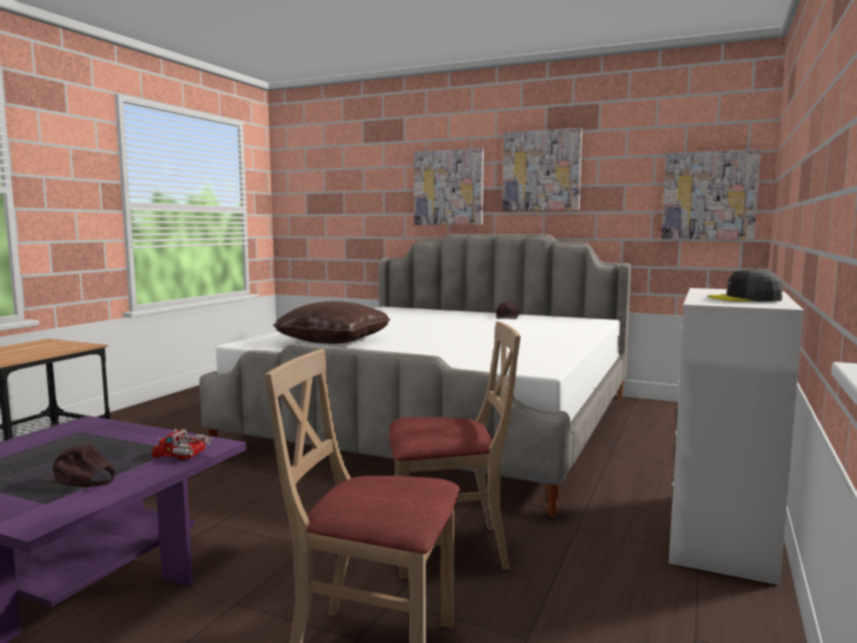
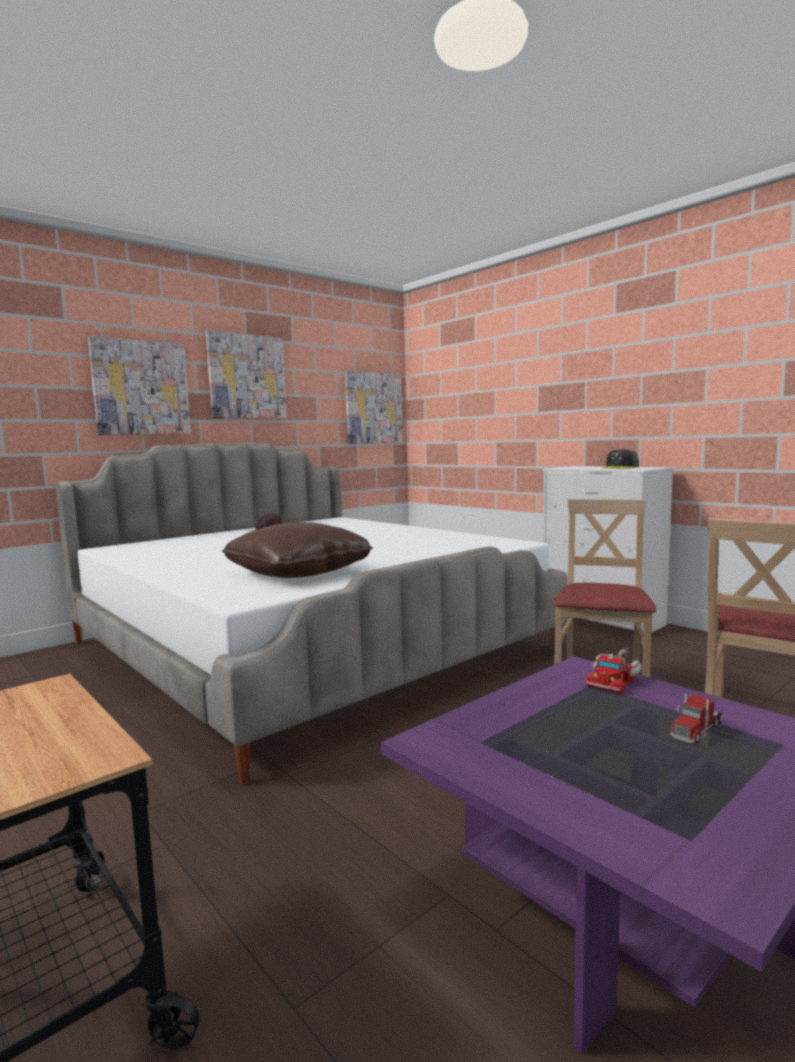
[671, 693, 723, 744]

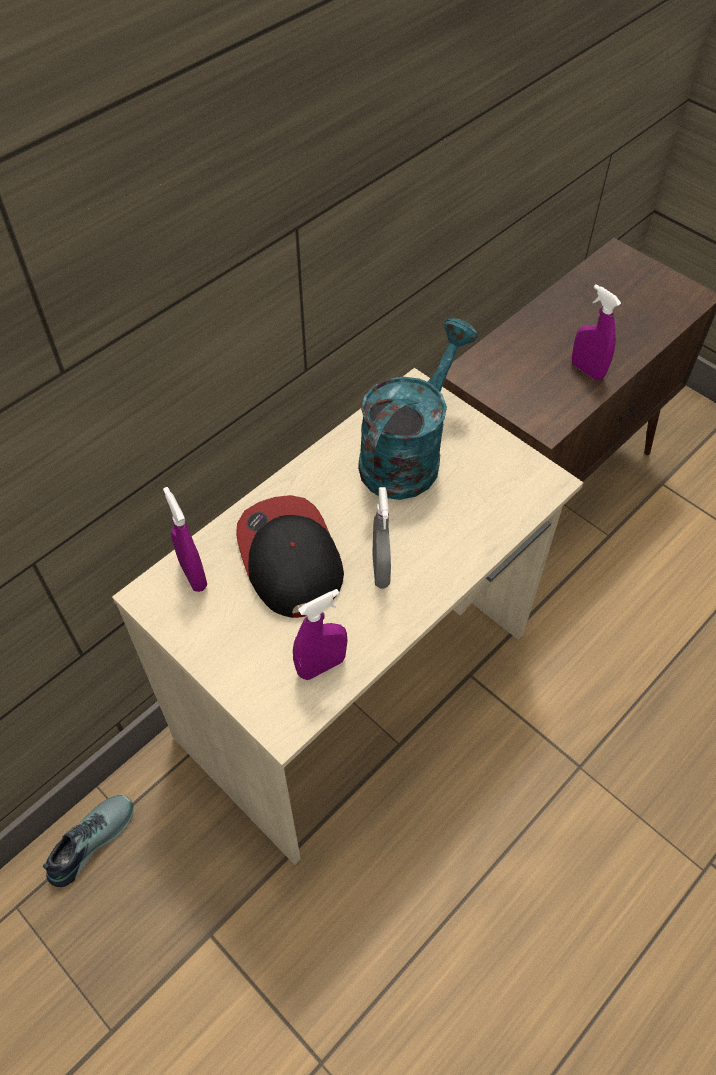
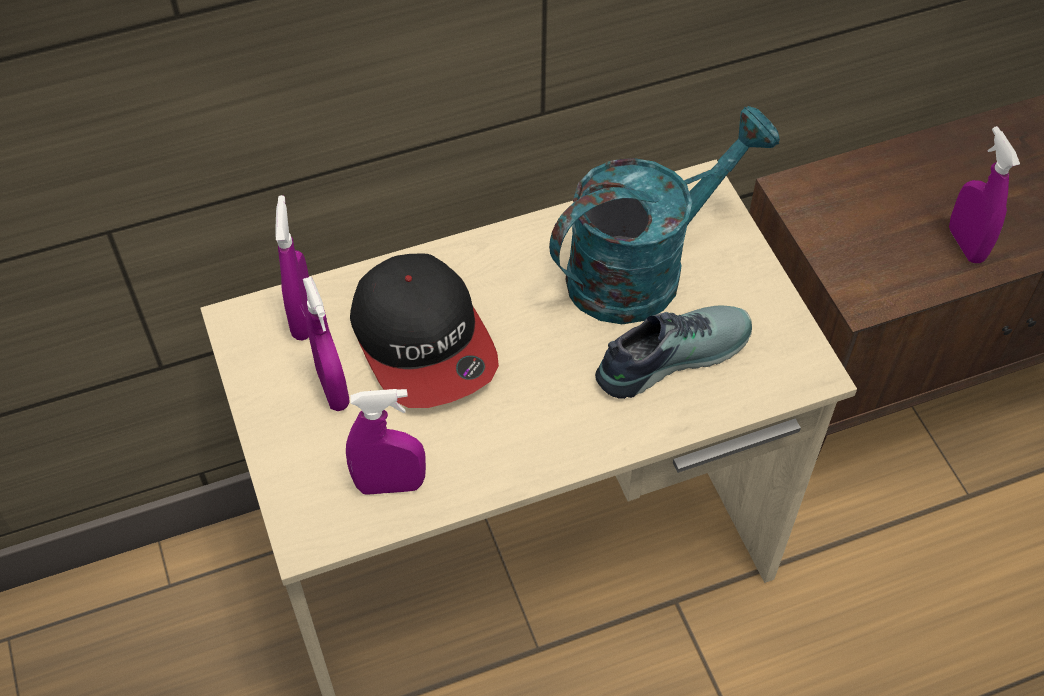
[372, 487, 391, 589] (first image)
[350, 253, 499, 408]
[595, 306, 752, 399]
[303, 276, 350, 411]

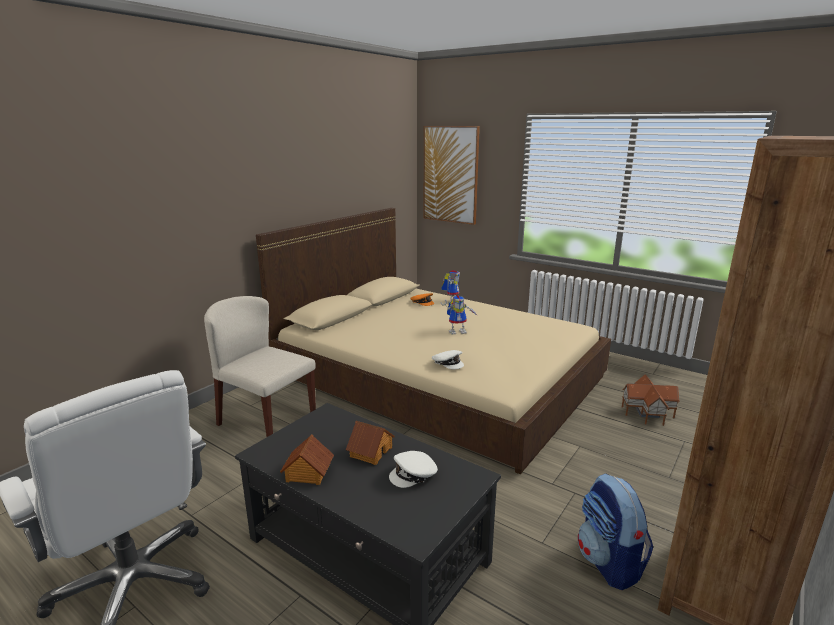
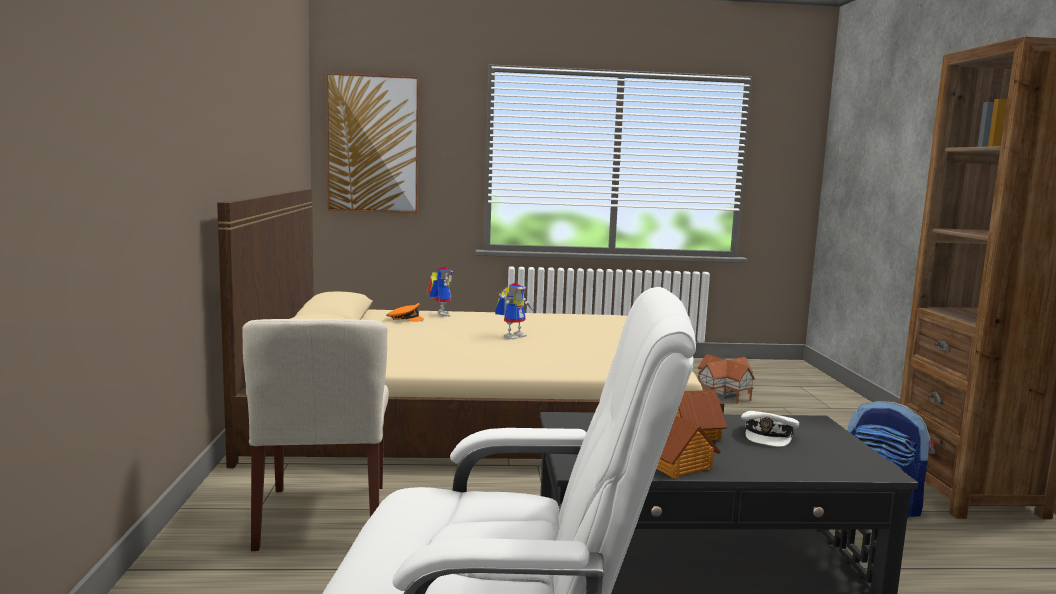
[242, 319, 389, 551]
[432, 350, 464, 369] (first image)

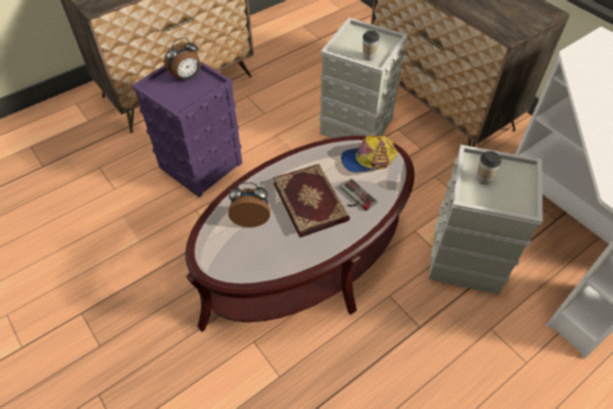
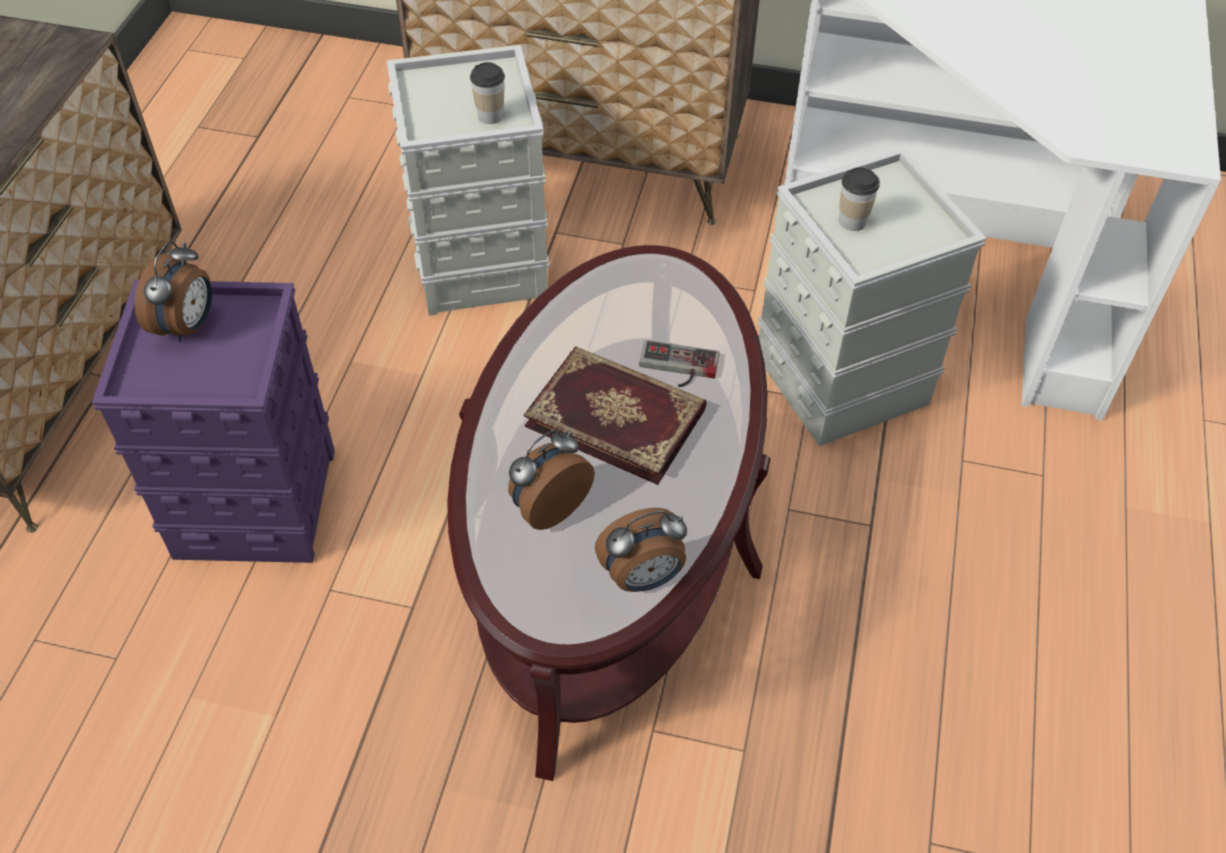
[341, 135, 398, 173] (first image)
[595, 508, 687, 592]

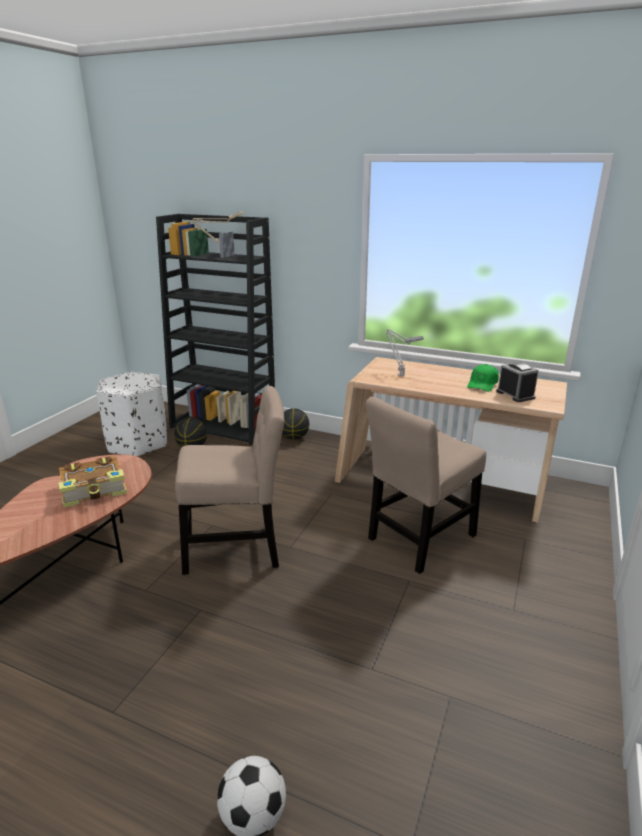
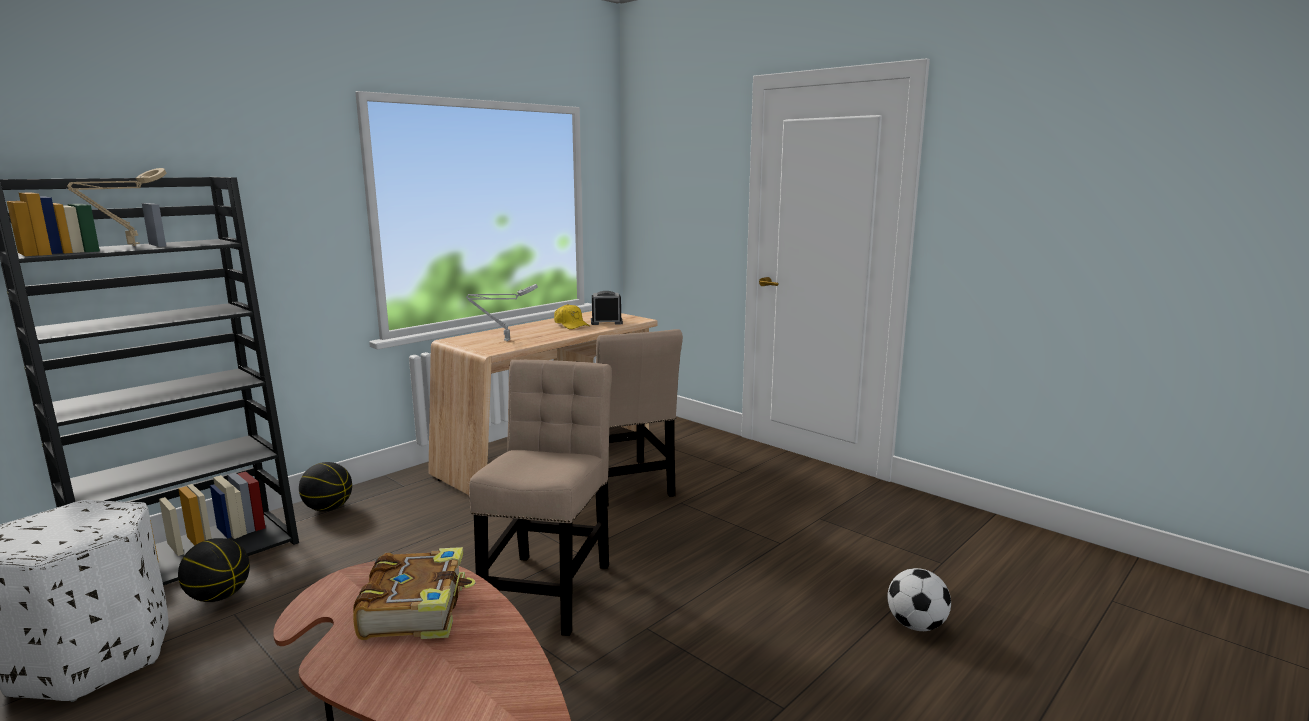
[554, 304, 590, 329]

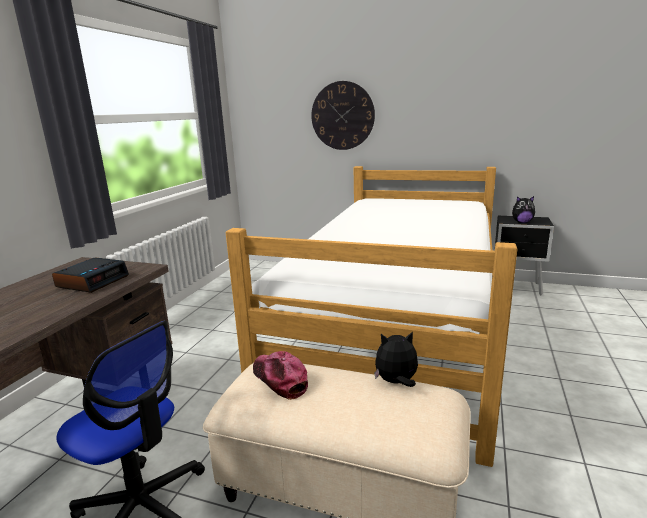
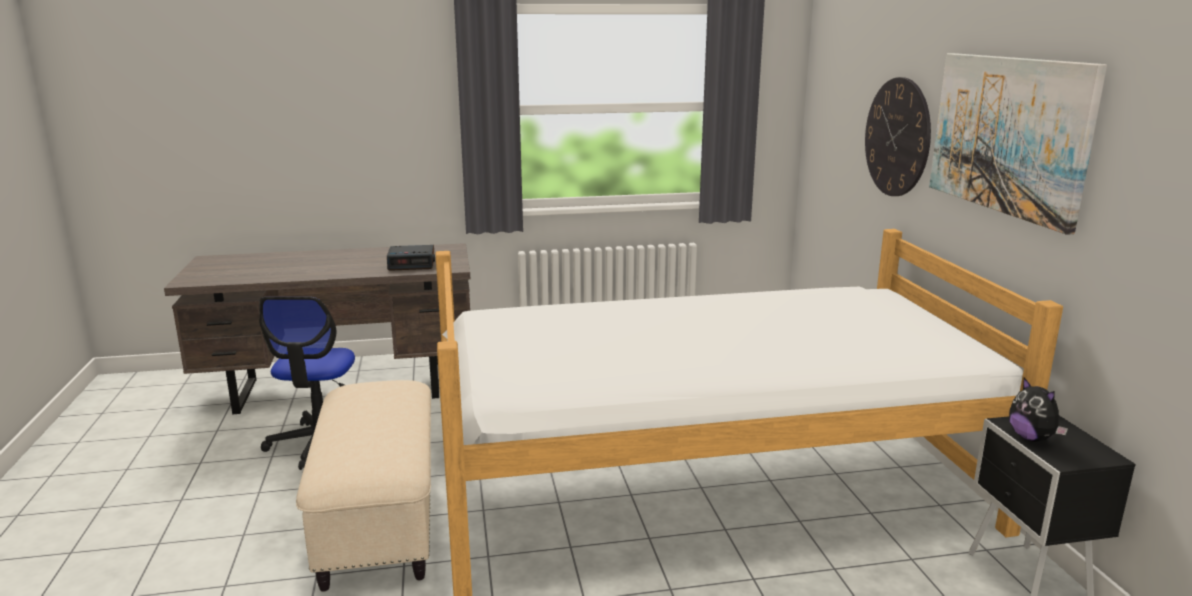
[374, 331, 418, 387] (first image)
[253, 351, 308, 400] (first image)
[929, 53, 1107, 235]

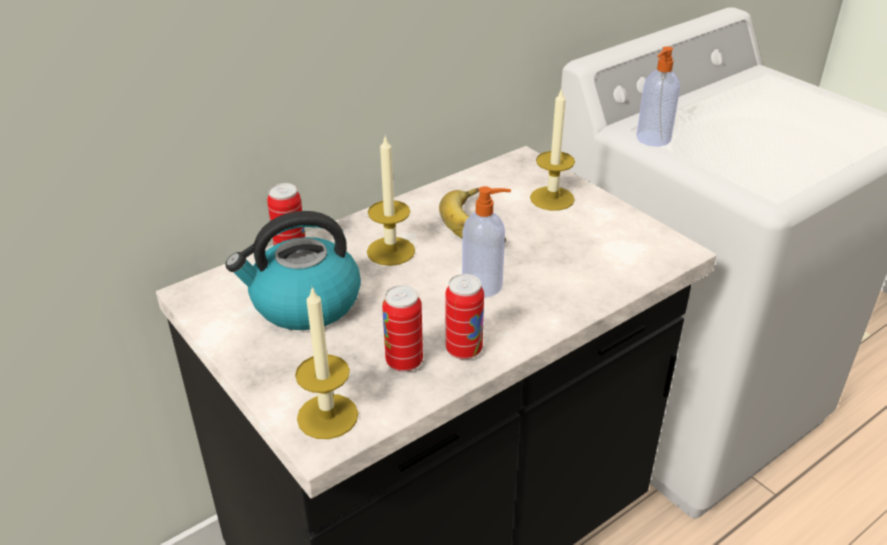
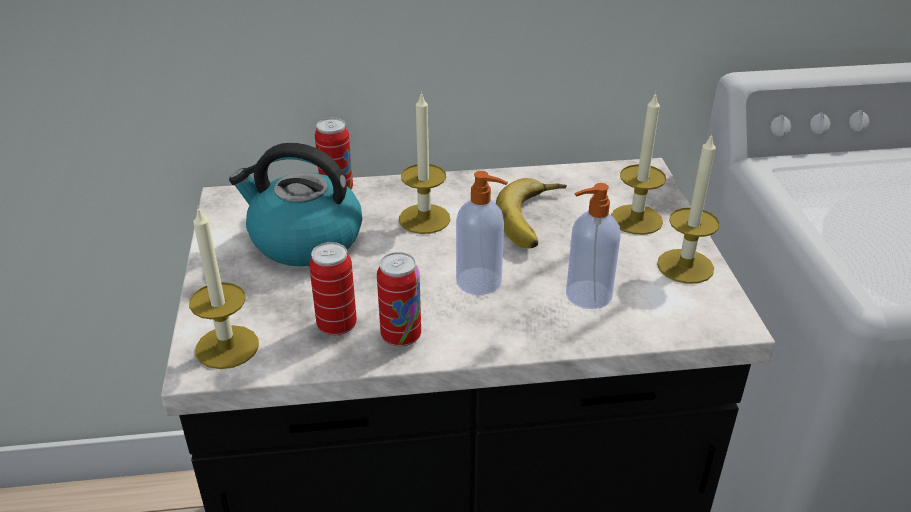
[566, 183, 620, 309]
[657, 133, 720, 284]

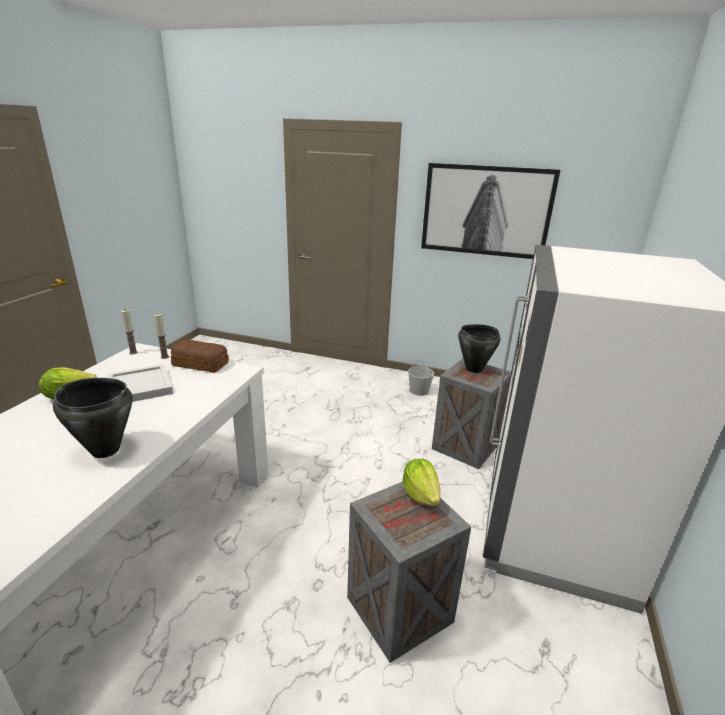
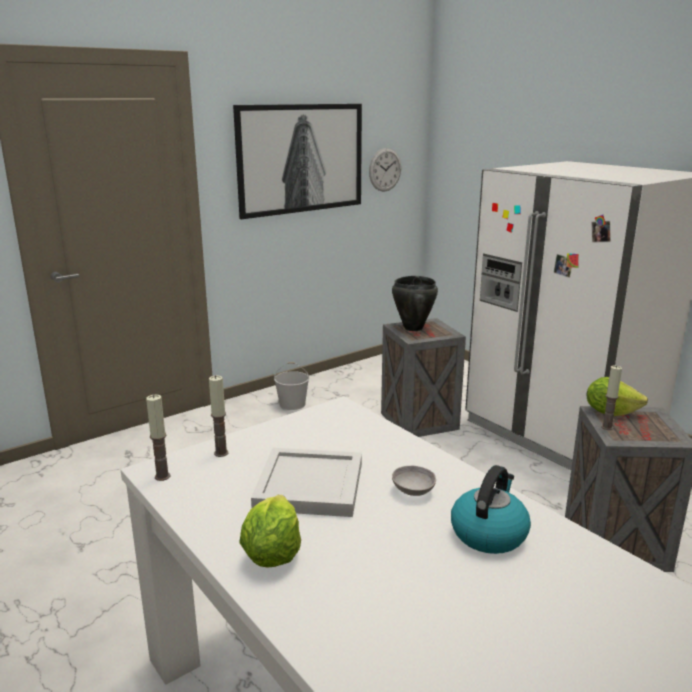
[171, 340, 229, 373] (first image)
[451, 465, 531, 554]
[369, 148, 401, 191]
[601, 365, 622, 430]
[392, 466, 436, 496]

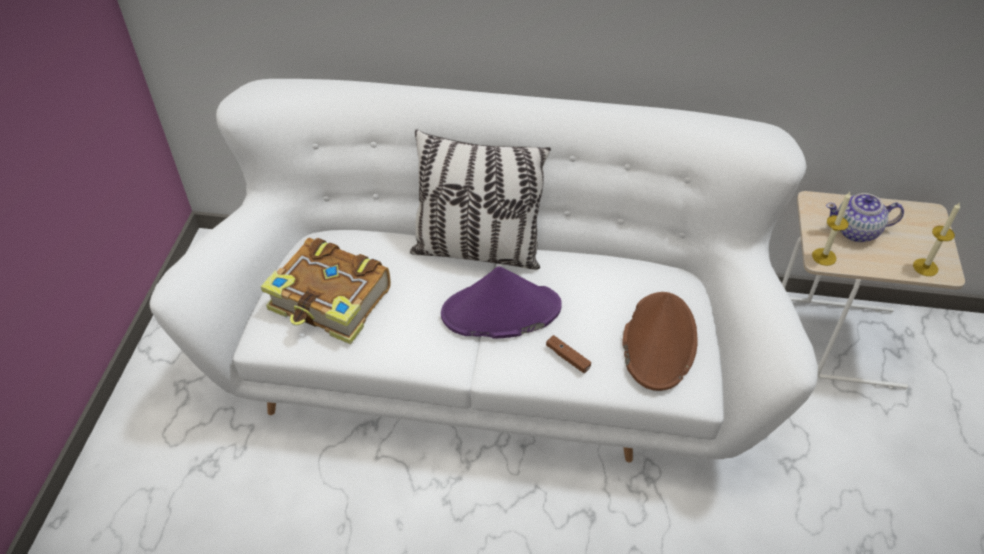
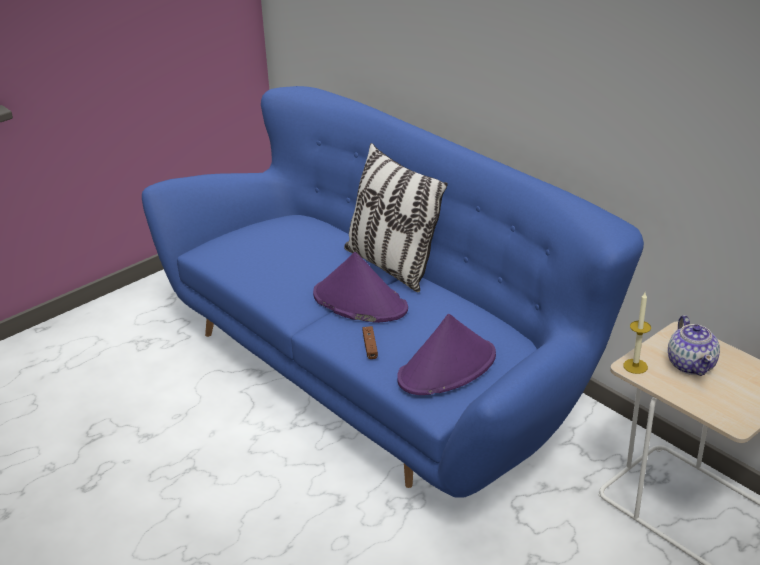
[142, 86, 644, 497]
[668, 315, 720, 376]
[913, 202, 960, 276] (first image)
[261, 238, 391, 344] (first image)
[397, 314, 496, 395]

